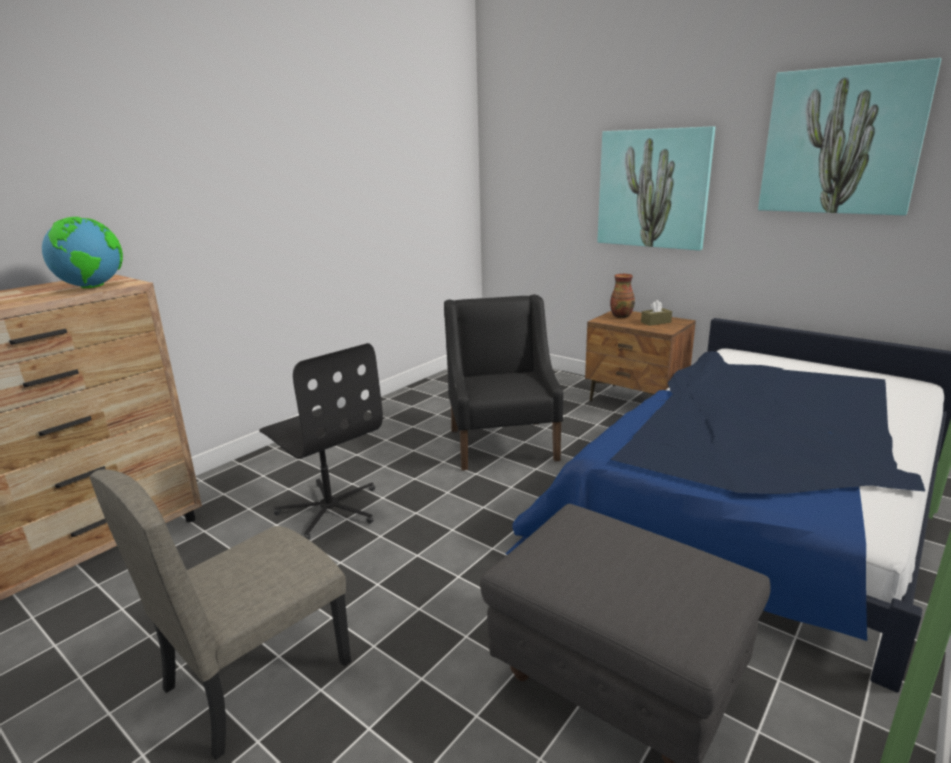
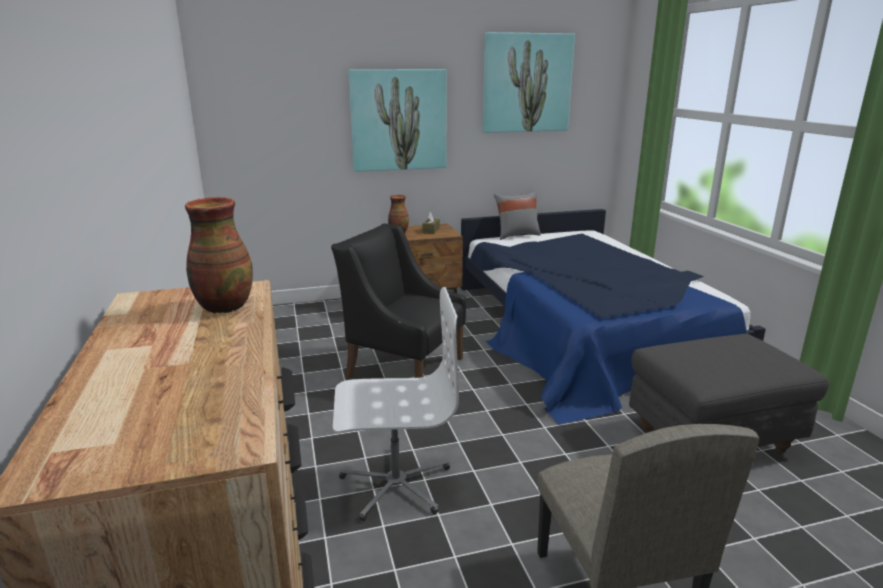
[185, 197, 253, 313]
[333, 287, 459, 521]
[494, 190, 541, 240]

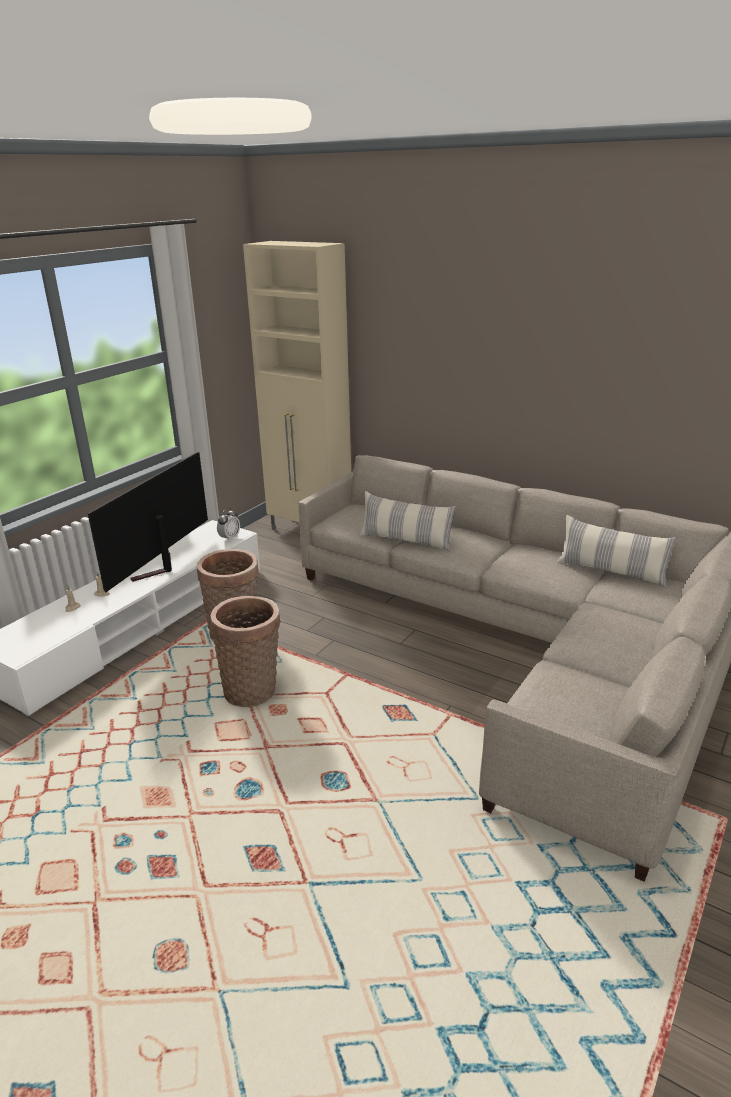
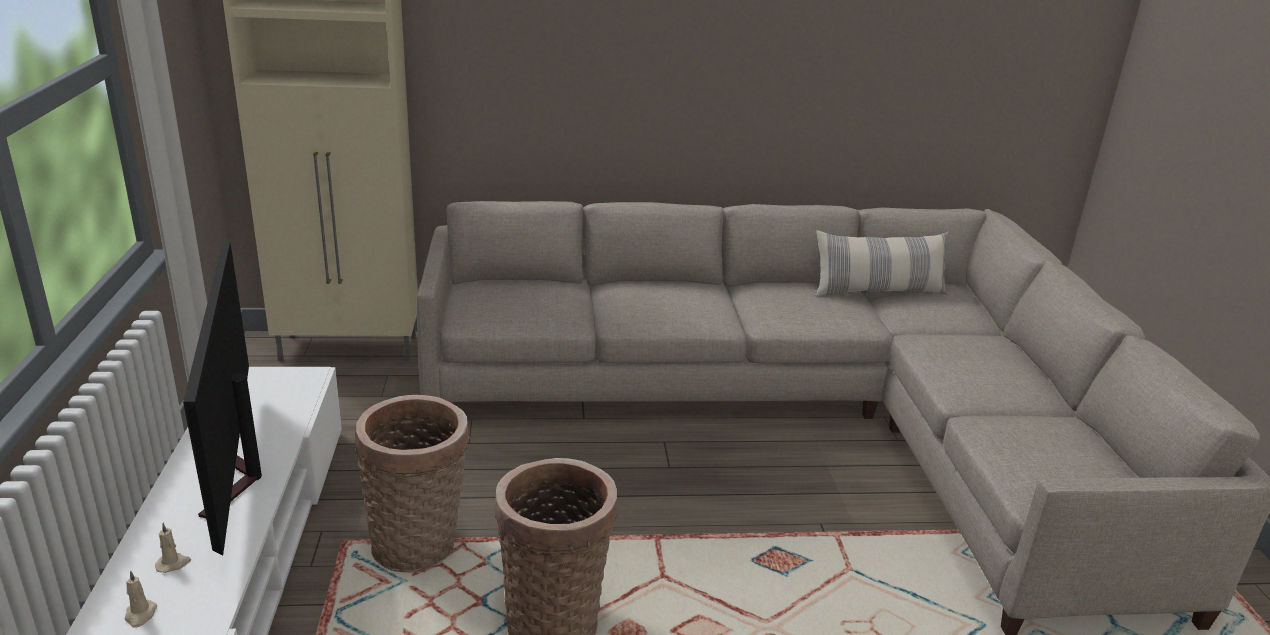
[360, 491, 456, 552] (first image)
[217, 508, 240, 542] (first image)

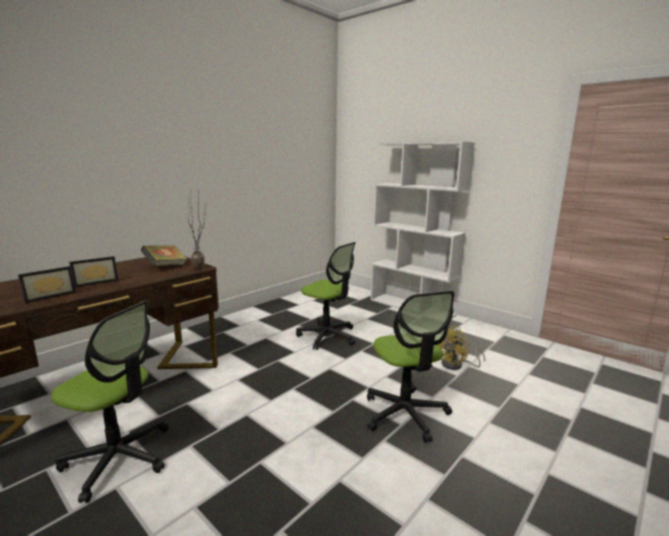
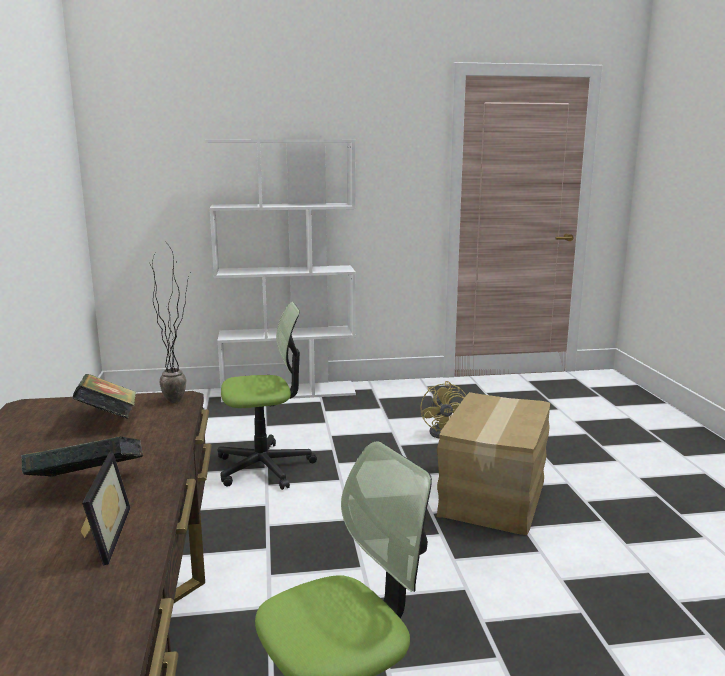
[21, 437, 143, 477]
[437, 392, 550, 535]

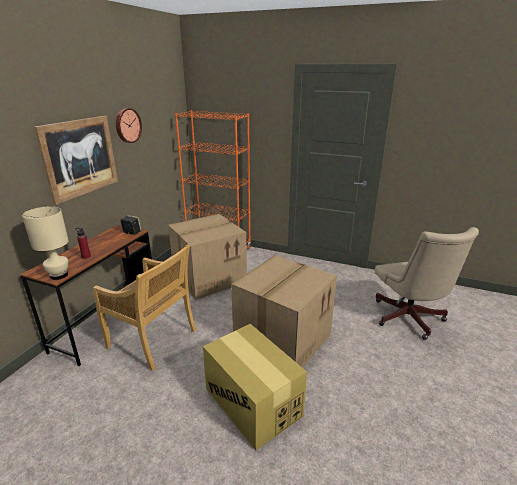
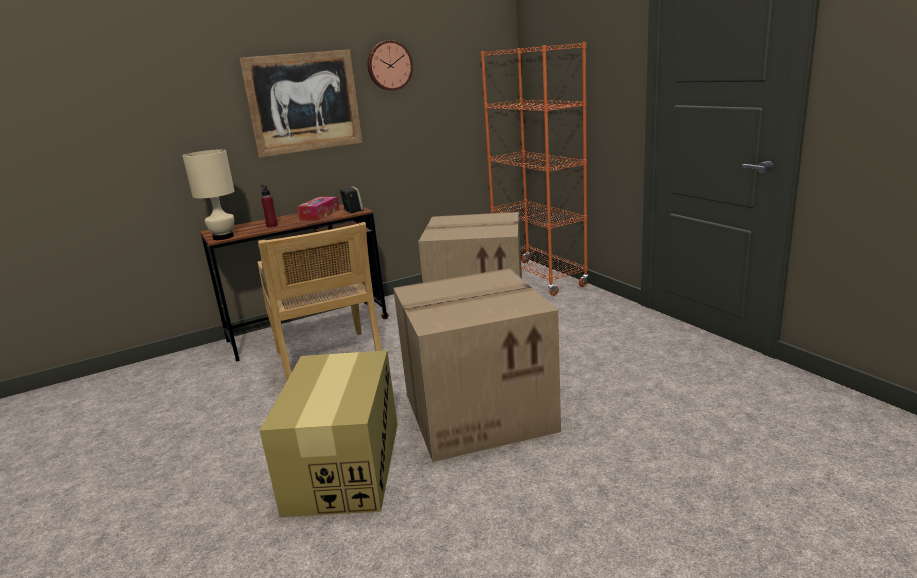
[375, 227, 479, 340] (first image)
[297, 197, 339, 221]

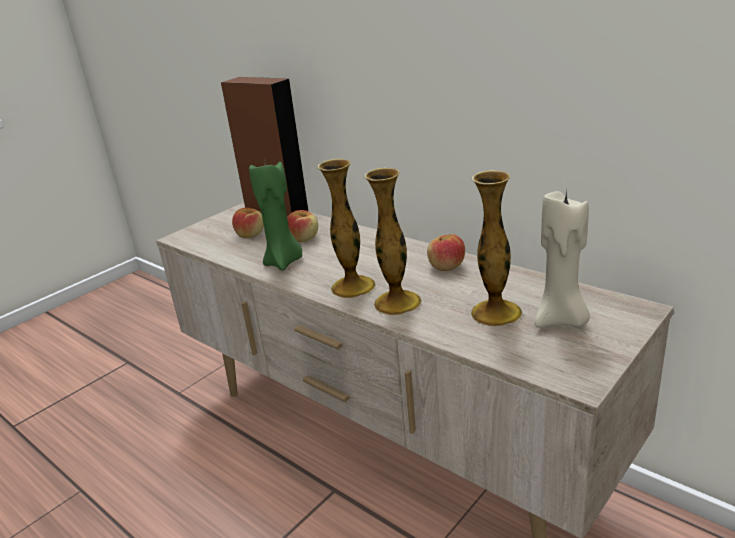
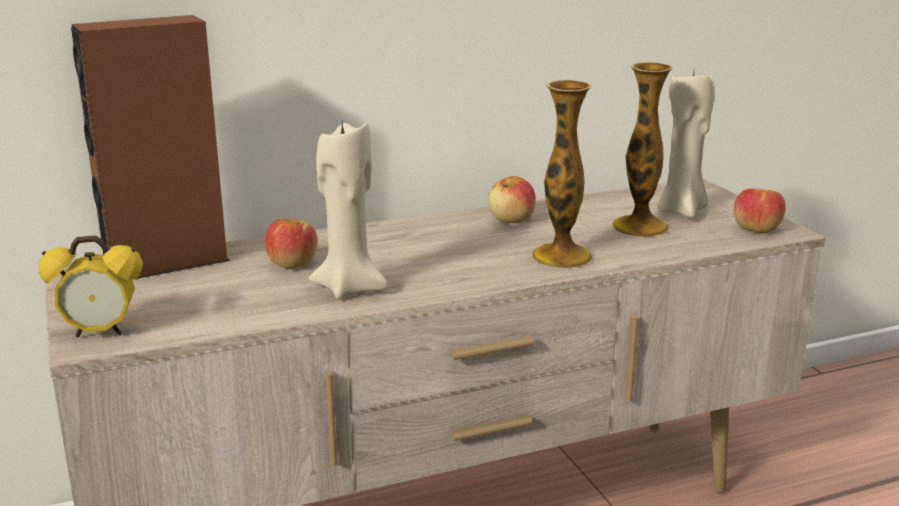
[309, 123, 389, 299]
[317, 159, 376, 298] (first image)
[733, 188, 786, 233]
[38, 235, 143, 337]

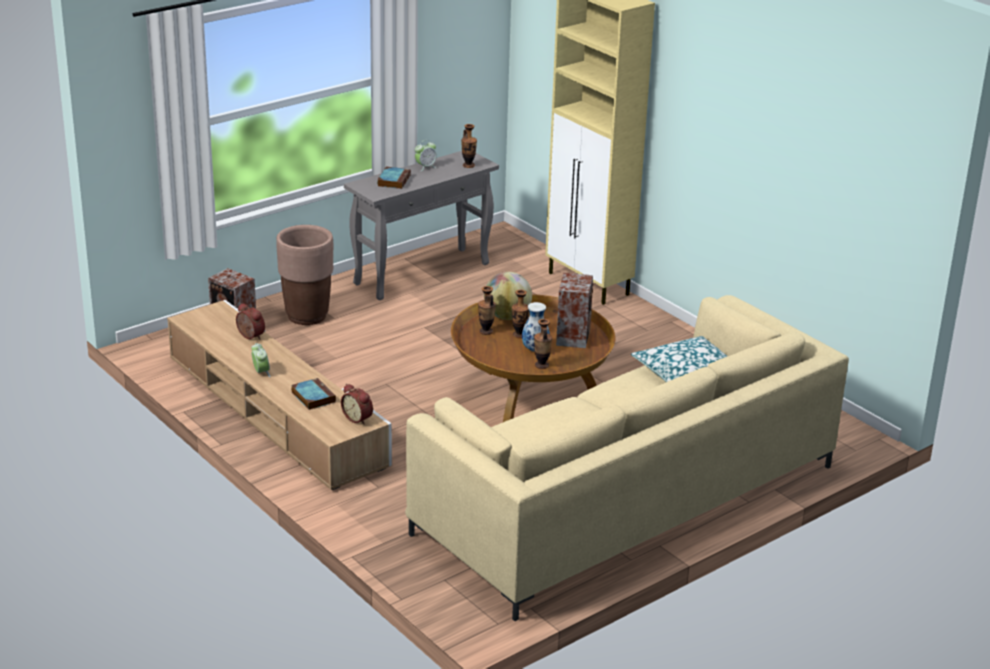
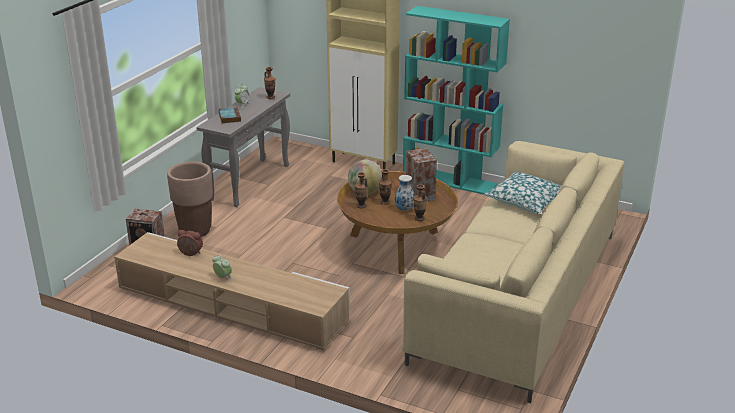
[291, 378, 336, 410] (first image)
[341, 384, 373, 425] (first image)
[403, 6, 510, 195]

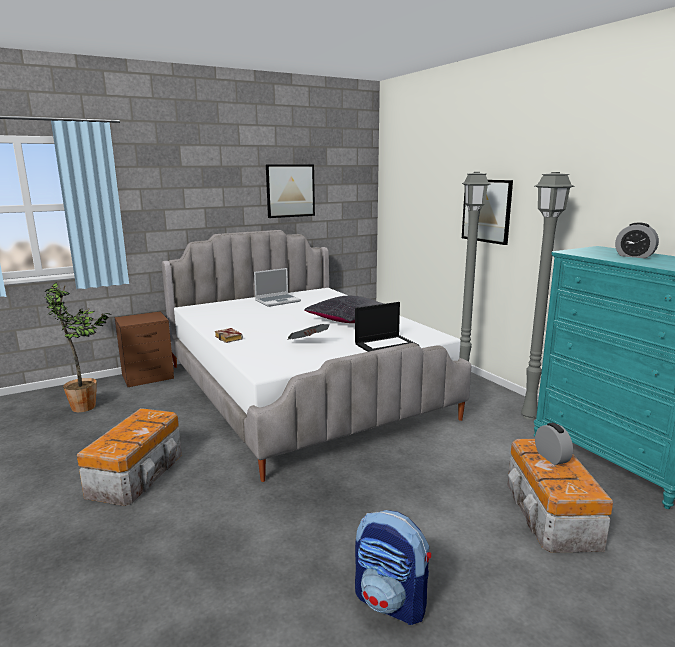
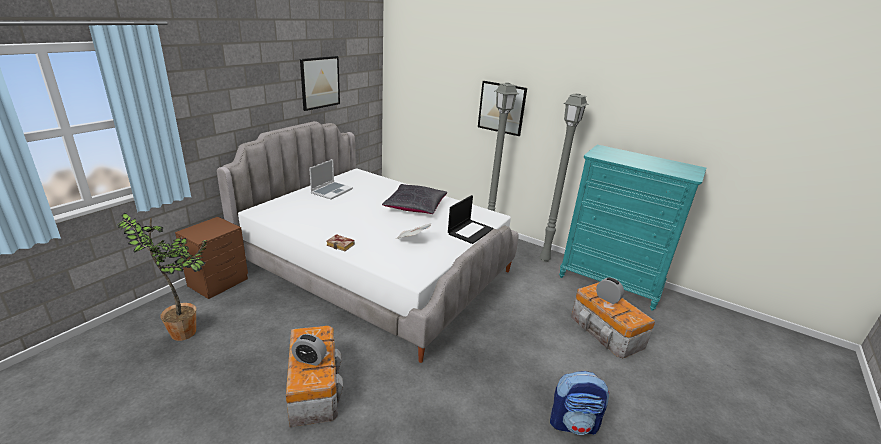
[292, 334, 327, 366]

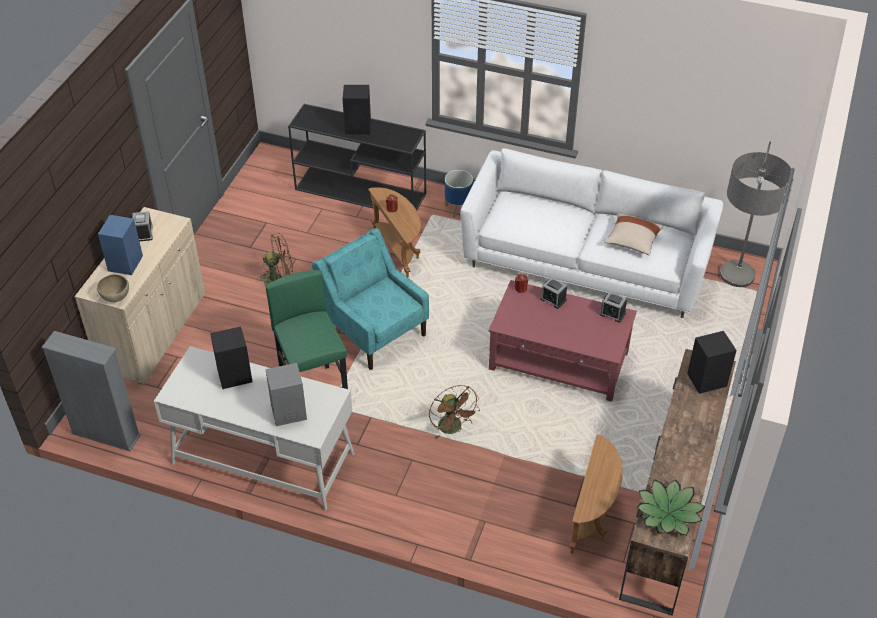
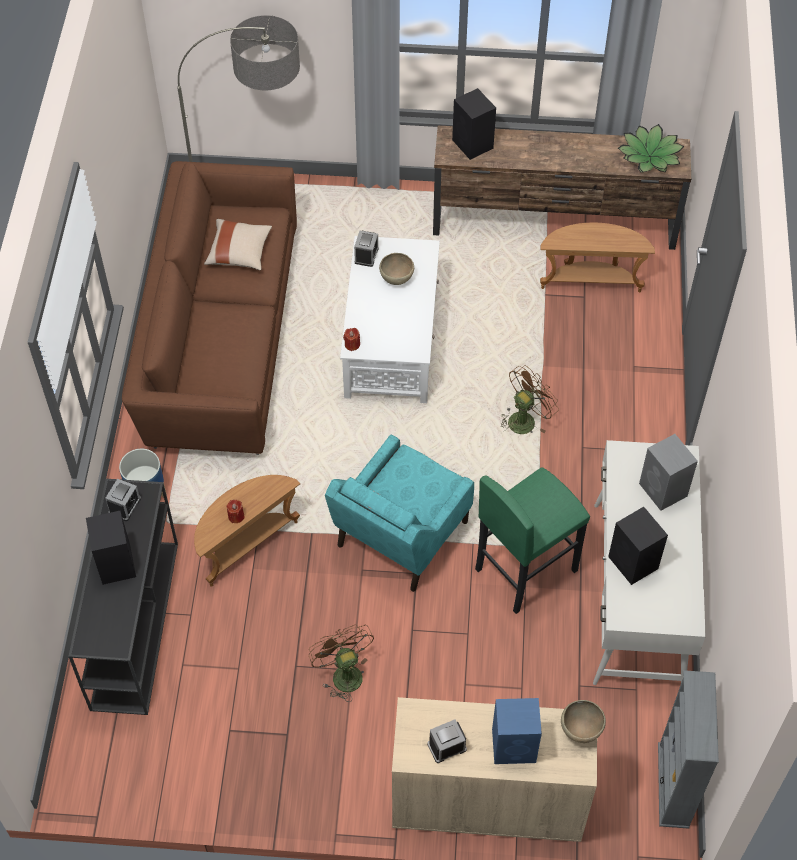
[122, 161, 297, 455]
[105, 479, 141, 521]
[340, 236, 440, 403]
[379, 253, 414, 285]

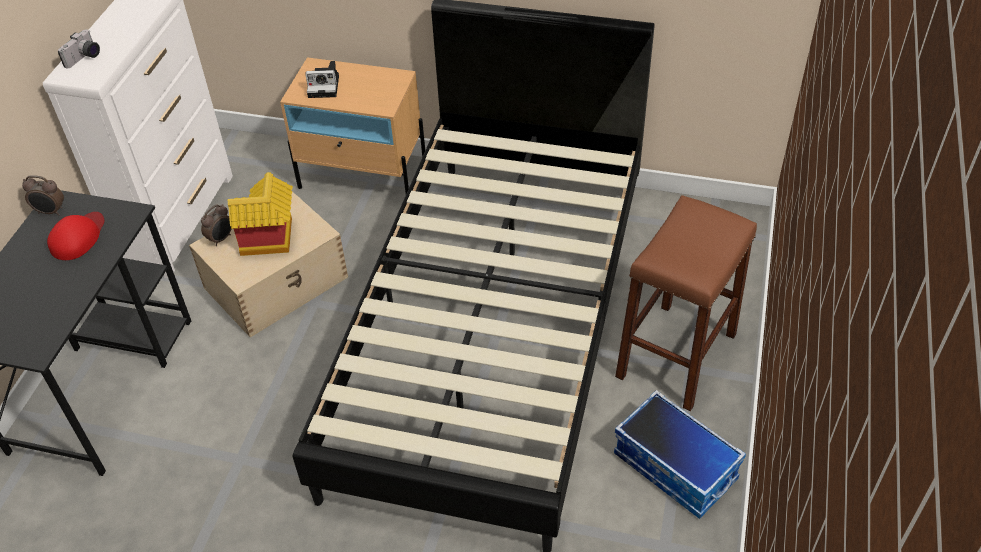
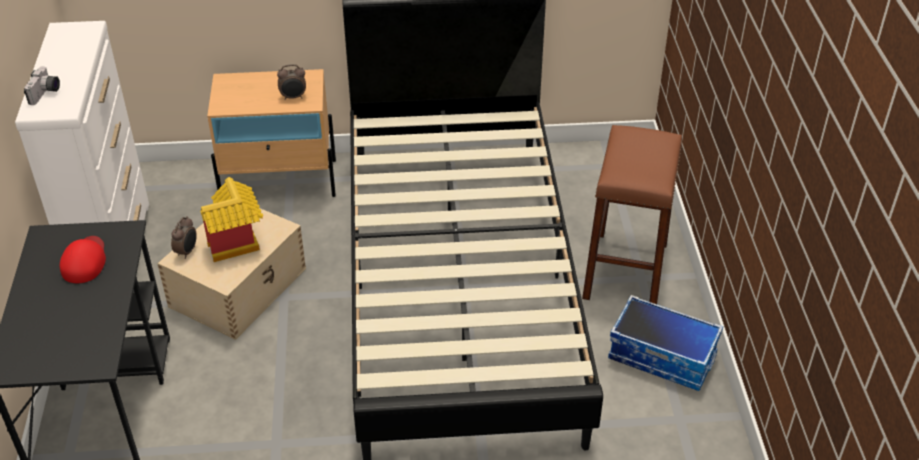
[305, 61, 339, 98] (first image)
[277, 64, 306, 100]

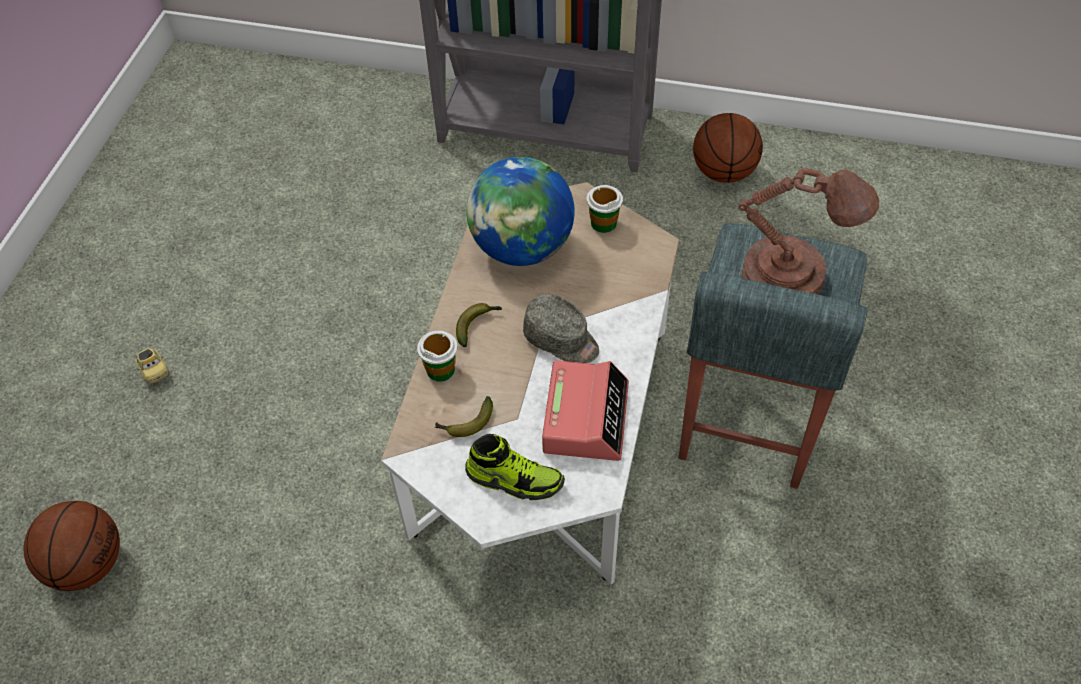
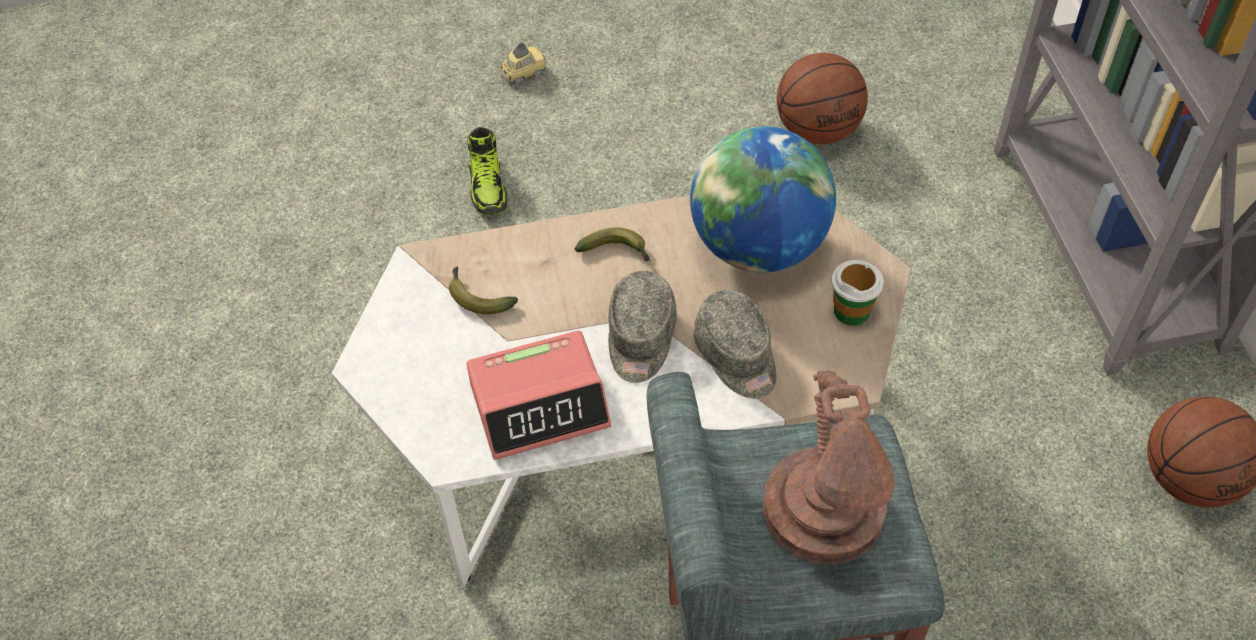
[417, 331, 457, 382] (first image)
[501, 42, 547, 84]
[468, 127, 508, 215]
[777, 53, 868, 144]
[694, 290, 776, 398]

